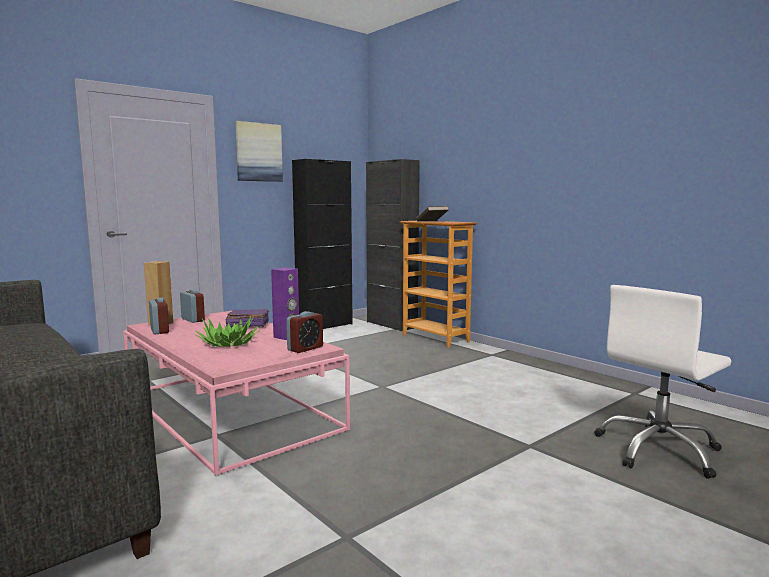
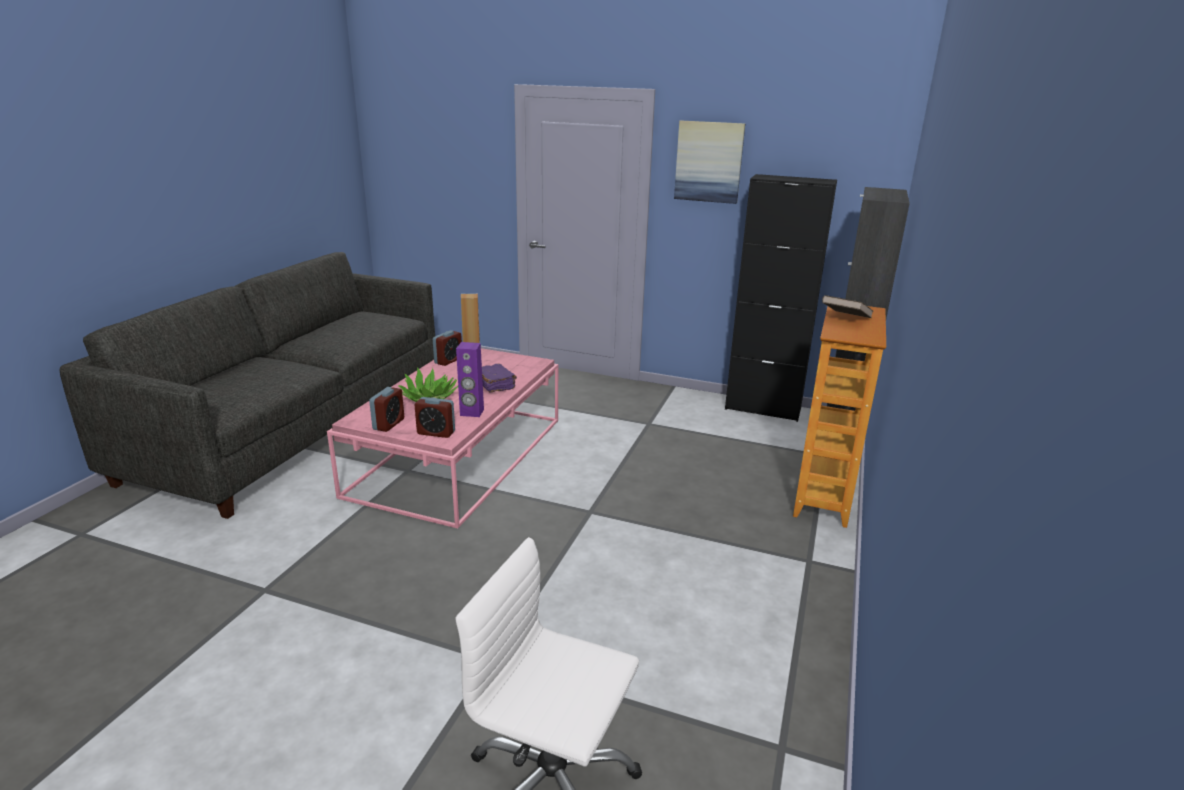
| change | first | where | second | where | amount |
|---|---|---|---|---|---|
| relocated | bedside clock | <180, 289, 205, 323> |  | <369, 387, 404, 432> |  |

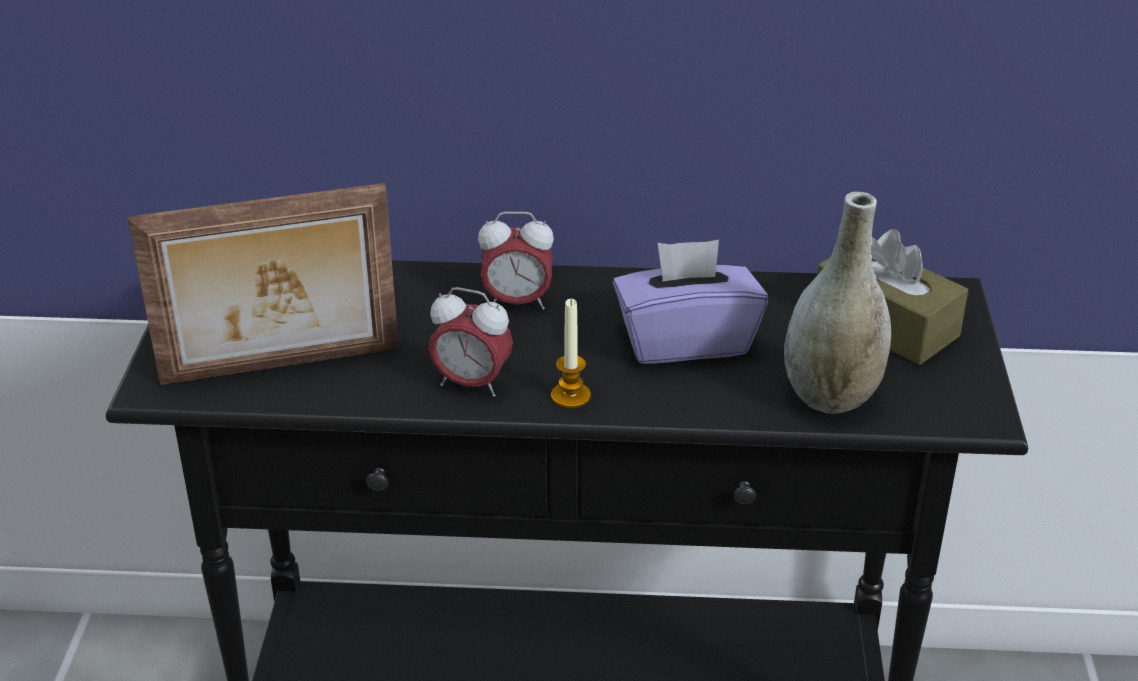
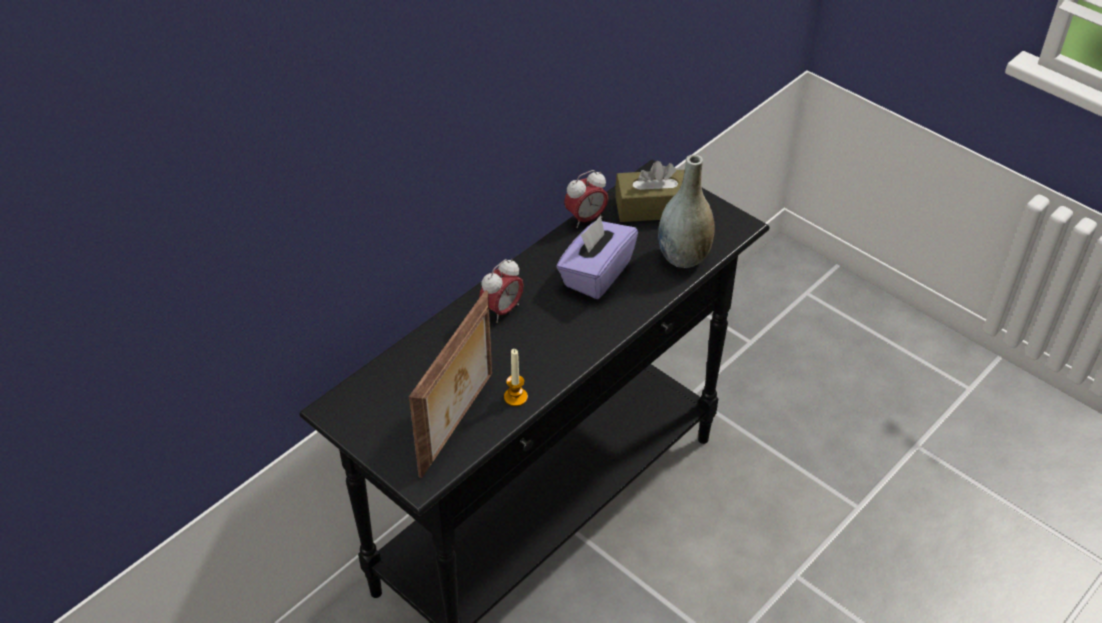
| change | first | where | second | where | amount |
|---|---|---|---|---|---|
| relocated | bedside clock | <428, 287, 513, 397> |  | <564, 170, 608, 228> |  |
| relocated | wax candle | <551, 299, 591, 408> |  | <504, 349, 528, 406> |  |

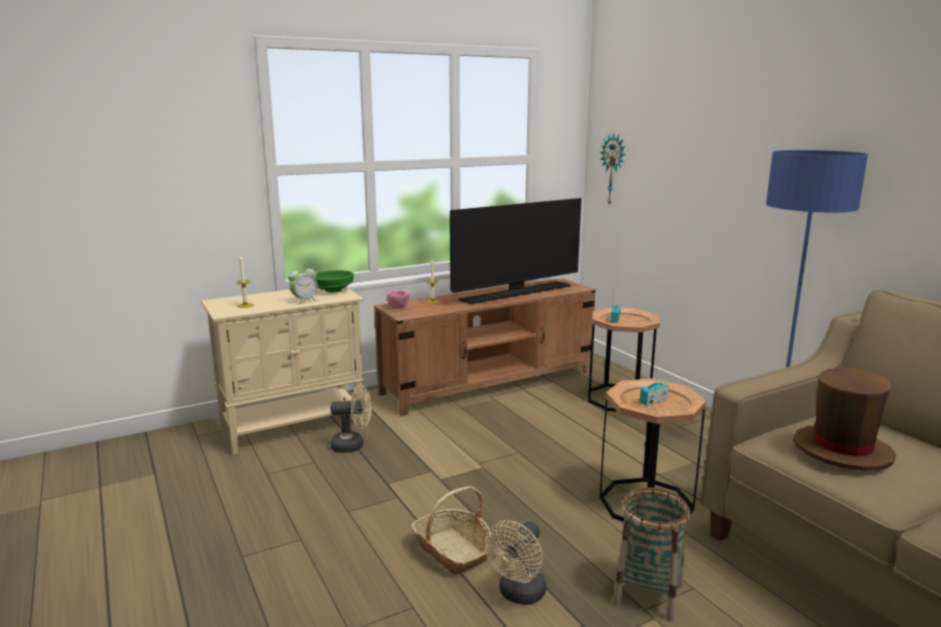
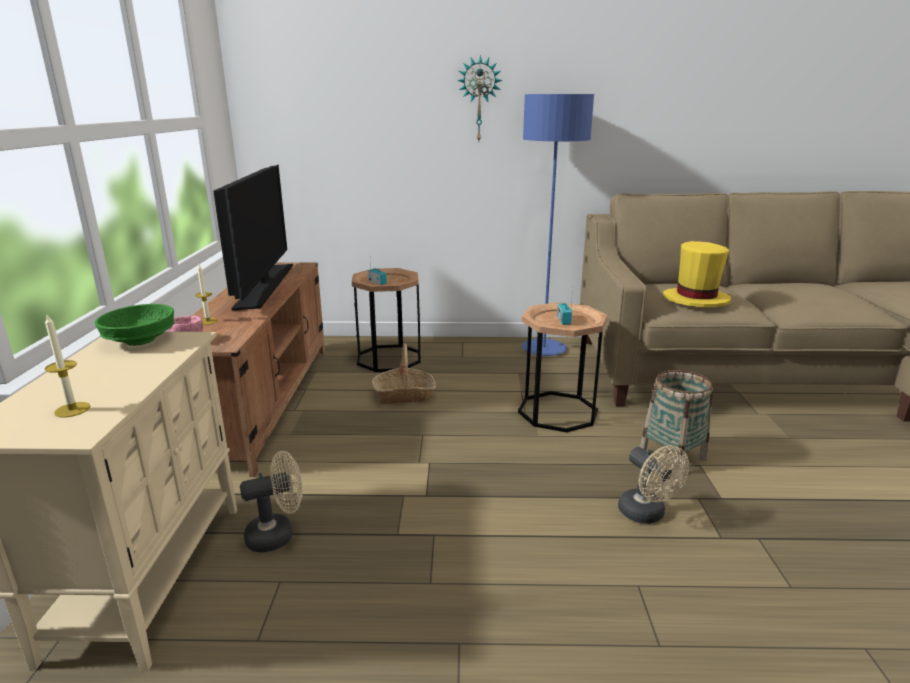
| change | first | where | second | where | amount |
|---|---|---|---|---|---|
| missing | bedside clock | <288, 265, 319, 305> |  |  |  |
| spun | cooling fan (sand-coloured) | <330, 385, 372, 453> |  | <240, 451, 303, 553> | 45 degrees clockwise |
| relocated | basket | <411, 486, 492, 574> |  | <372, 343, 436, 404> |  |
| relocated | wall clock | <599, 133, 626, 206> |  | <457, 55, 503, 141> |  |
| colour | wearable hat (brown) | <793, 367, 896, 471> | wearable hat (yellow-coloured) | <663, 241, 731, 307> |  |

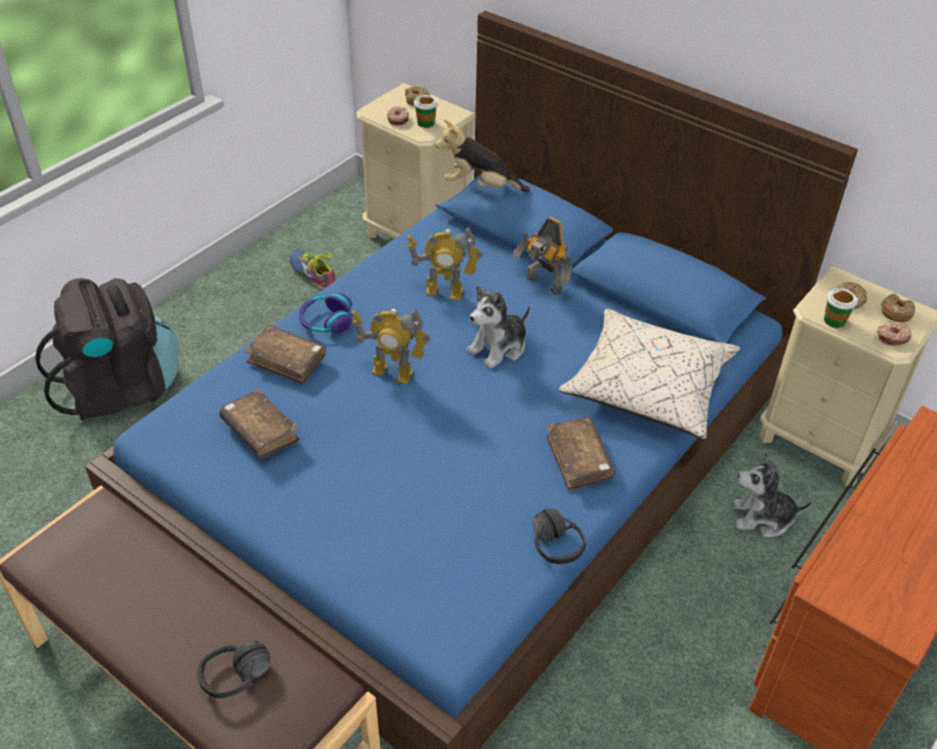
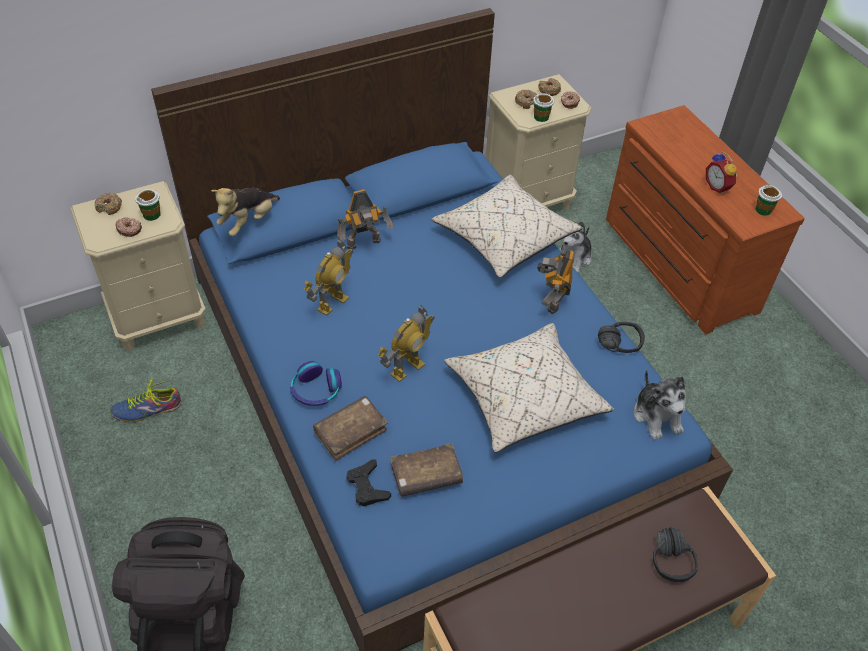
| change | first | where | second | where | amount |
|---|---|---|---|---|---|
| relocated | plush toy | <467, 285, 530, 369> |  | <634, 370, 686, 440> |  |
| exchanged | book (brown) | <546, 417, 616, 491> | model robot | <537, 250, 574, 314> |  |
| appeared |  |  | gamepad (blackish) | <346, 459, 391, 507> |  |
| appeared |  |  | throw pillow (sand-coloured) | <444, 323, 614, 452> |  |
| appeared |  |  | bedside clock | <706, 151, 737, 194> |  |
| appeared |  |  | small cup | <755, 184, 782, 216> |  |

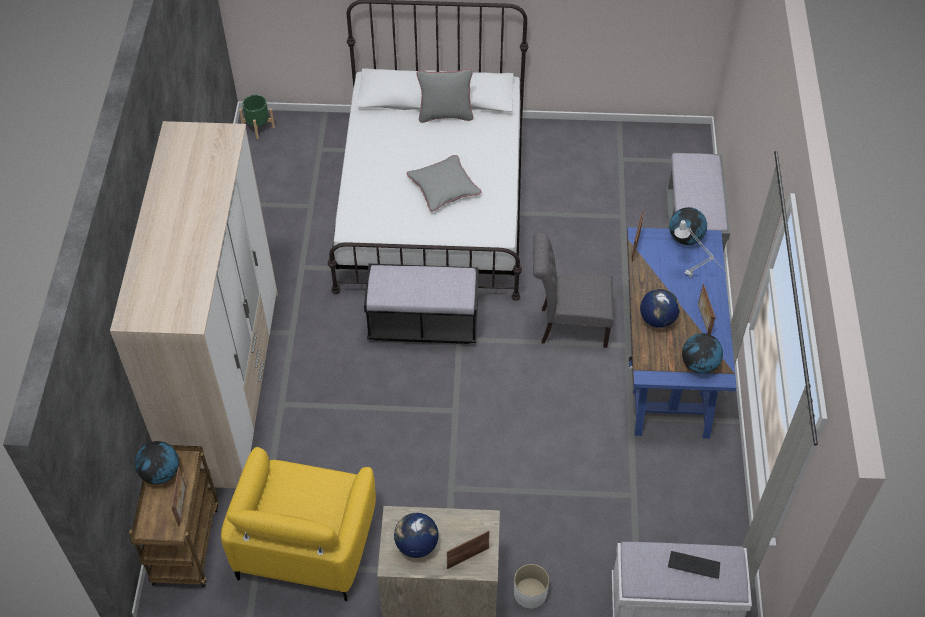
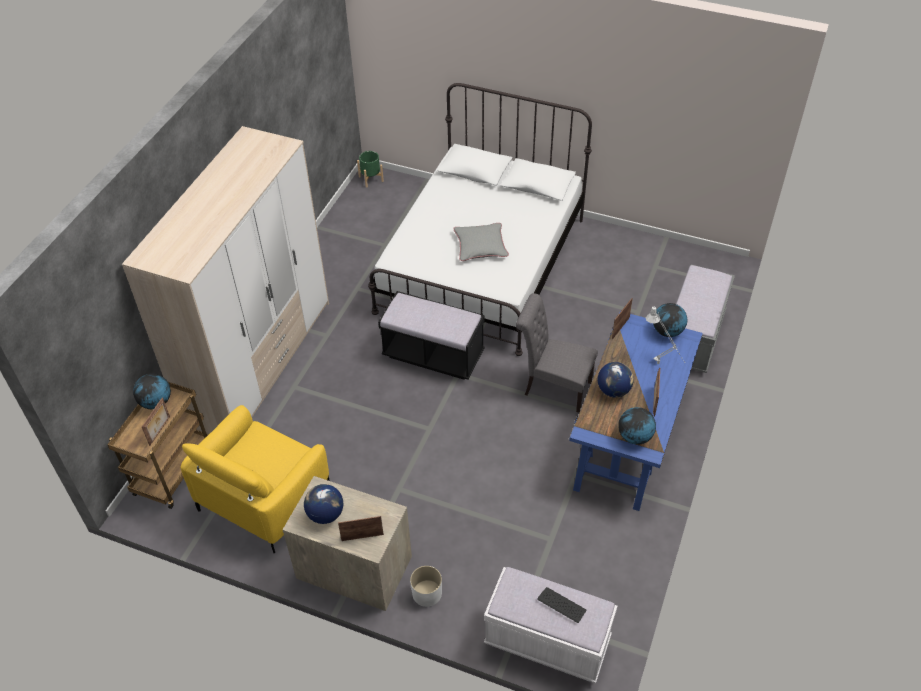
| change | first | where | second | where | amount |
|---|---|---|---|---|---|
| missing | throw pillow (grey) | <417, 69, 473, 123> |  |  |  |

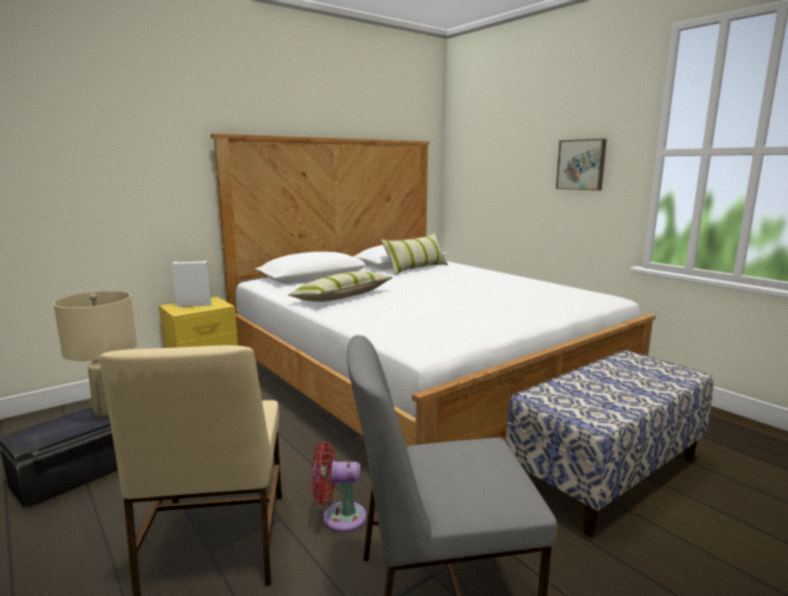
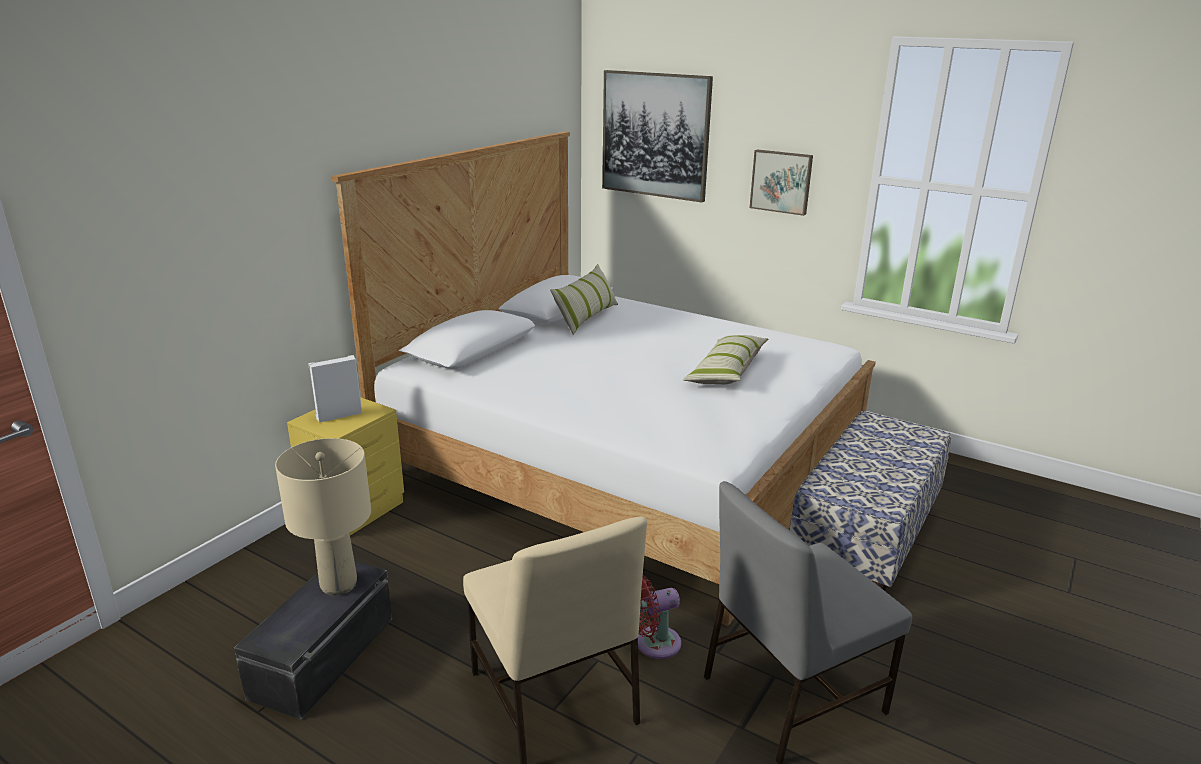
| change | first | where | second | where | amount |
|---|---|---|---|---|---|
| relocated | throw pillow | <288, 271, 392, 302> |  | <683, 335, 768, 384> |  |
| appeared |  |  | wall art | <602, 70, 713, 202> |  |

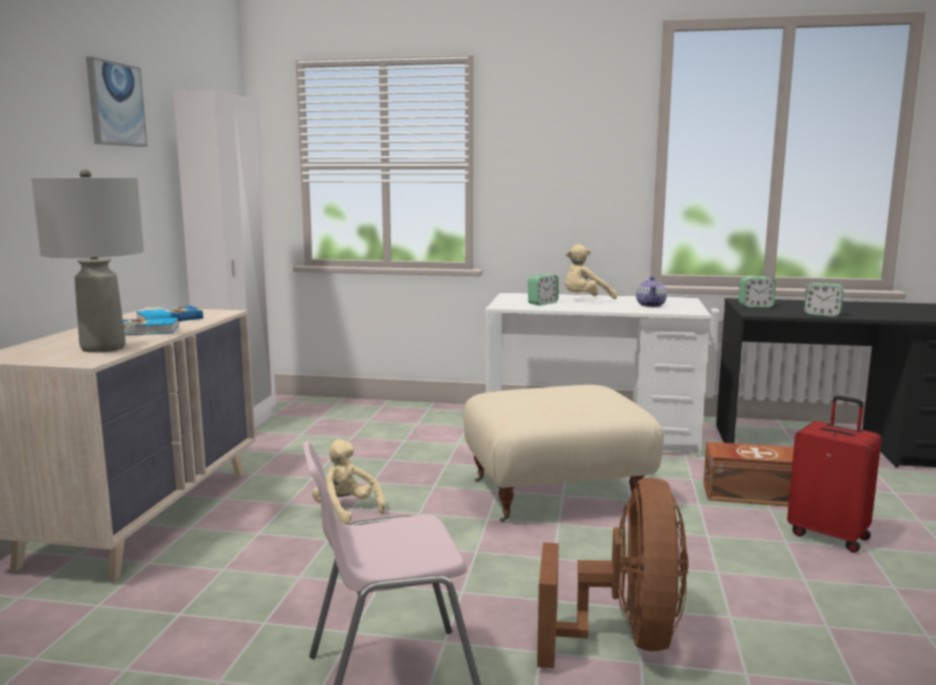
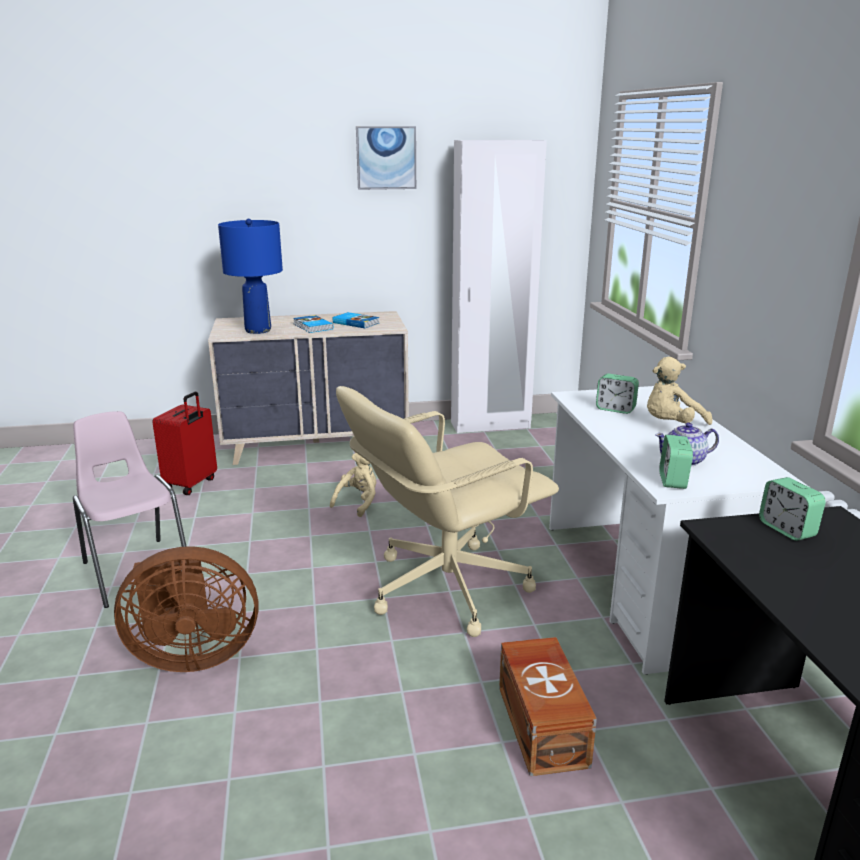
| change | first | where | second | where | amount |
|---|---|---|---|---|---|
| colour | table lamp (grey) | <31, 169, 144, 353> | table lamp (blue) | <218, 219, 283, 334> |  |
| exchanged | ottoman (sand-coloured) | <463, 385, 664, 522> | office chair (sand-coloured) | <336, 386, 559, 637> |  |
| spun | plush toy (sand-coloured) | <565, 244, 617, 299> |  | <647, 357, 712, 425> | 75 degrees counterclockwise |
| relocated | piece of luggage (red-coloured) | <787, 395, 882, 553> |  | <152, 392, 217, 495> |  |
| relocated | bedside clock | <804, 283, 844, 316> |  | <659, 435, 693, 489> |  |

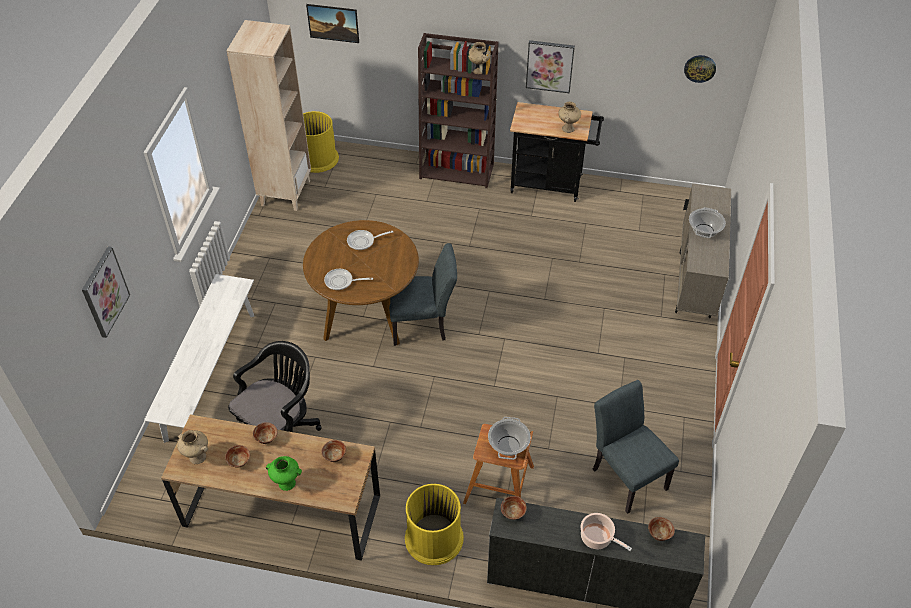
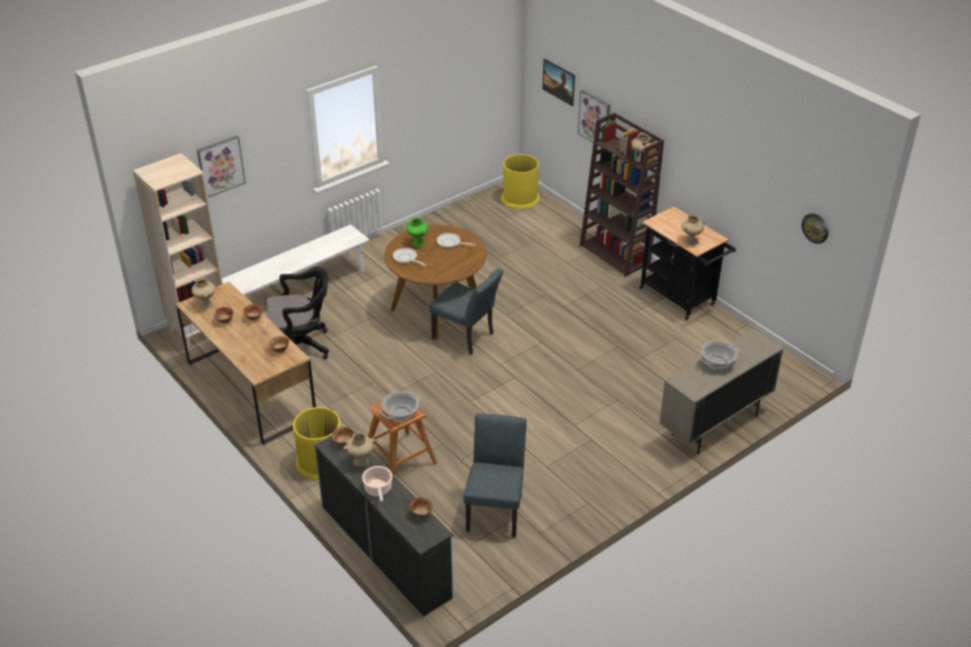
| change | first | where | second | where | amount |
|---|---|---|---|---|---|
| relocated | bookcase (sand-coloured) | <227, 20, 311, 211> |  | <133, 153, 223, 349> |  |
| relocated | decorative vase (green) | <266, 456, 302, 491> |  | <406, 217, 428, 247> |  |
| relocated | wall art | <526, 40, 575, 93> |  | <578, 90, 610, 148> |  |
| appeared |  |  | decorative vase (sand-coloured) | <343, 432, 376, 467> |  |

